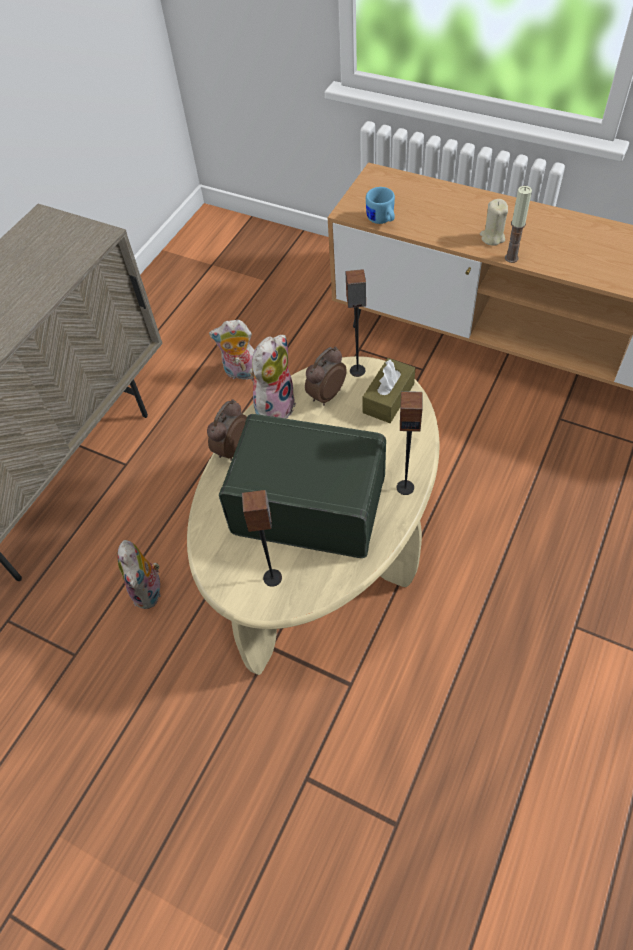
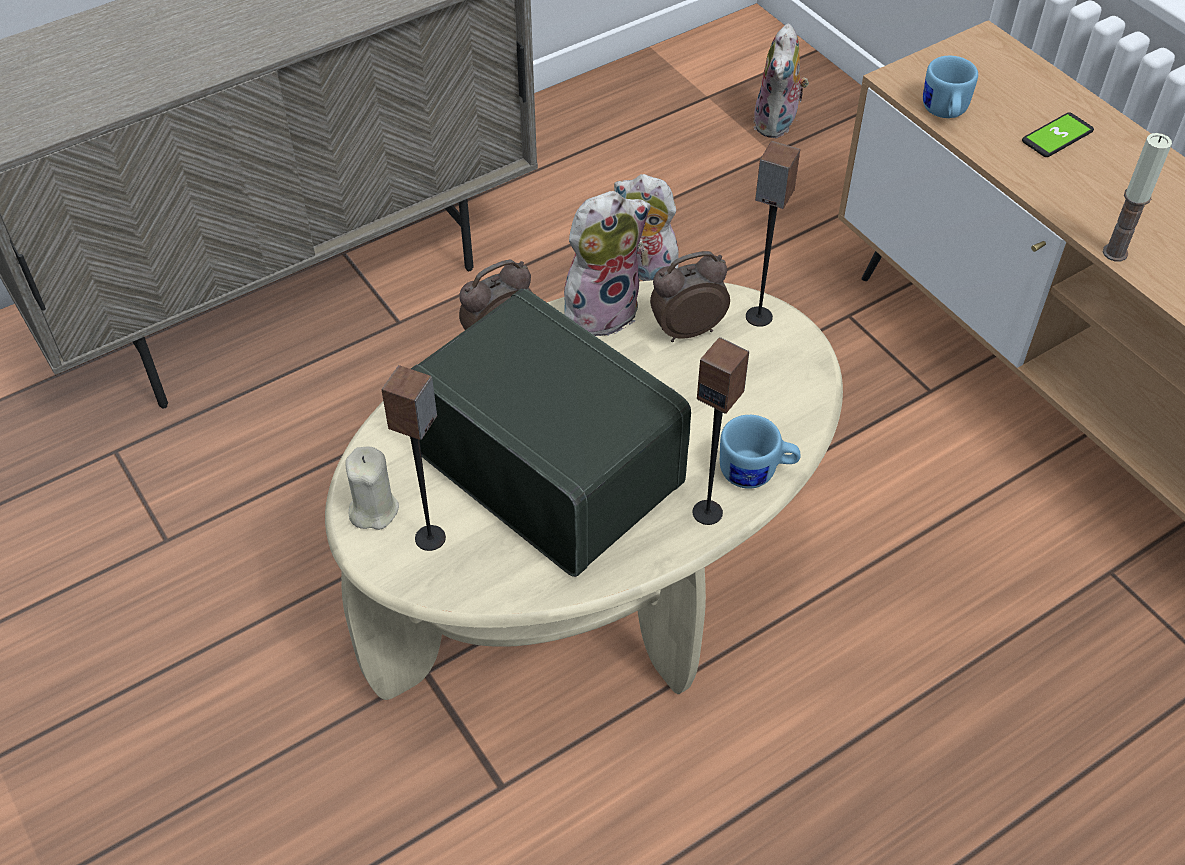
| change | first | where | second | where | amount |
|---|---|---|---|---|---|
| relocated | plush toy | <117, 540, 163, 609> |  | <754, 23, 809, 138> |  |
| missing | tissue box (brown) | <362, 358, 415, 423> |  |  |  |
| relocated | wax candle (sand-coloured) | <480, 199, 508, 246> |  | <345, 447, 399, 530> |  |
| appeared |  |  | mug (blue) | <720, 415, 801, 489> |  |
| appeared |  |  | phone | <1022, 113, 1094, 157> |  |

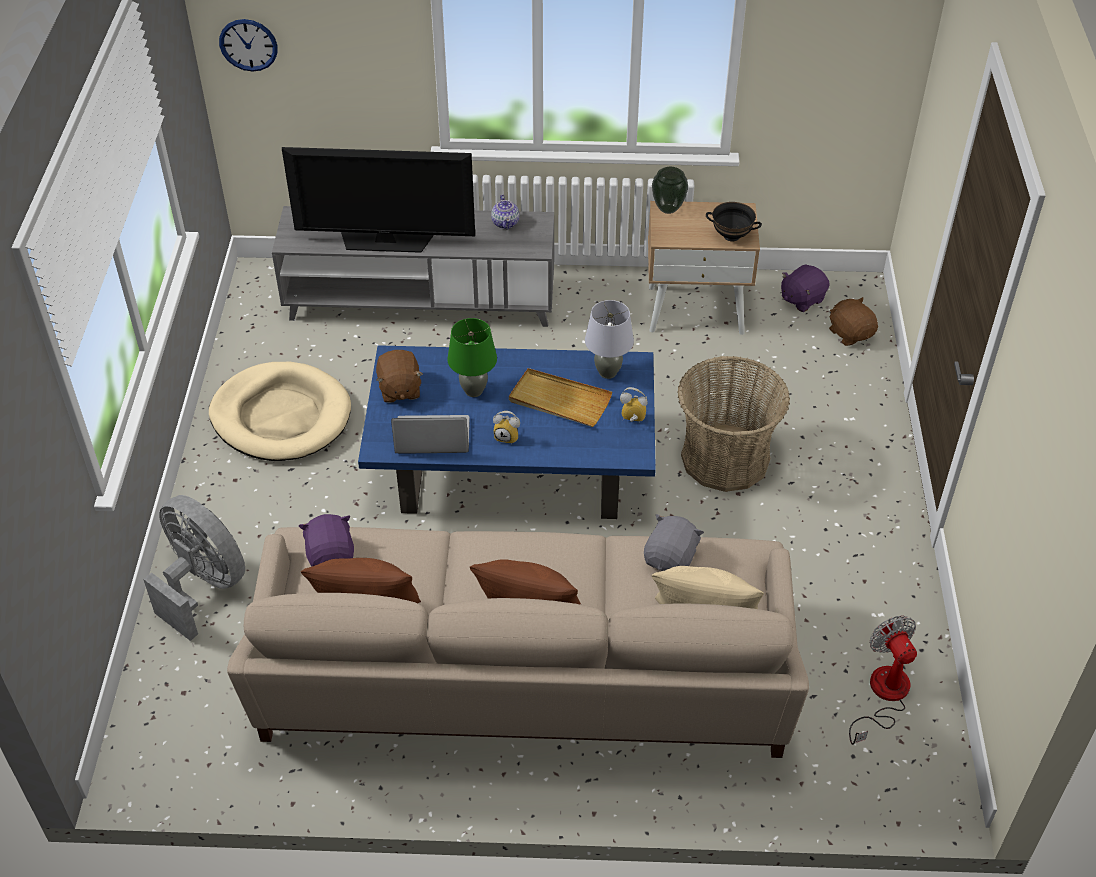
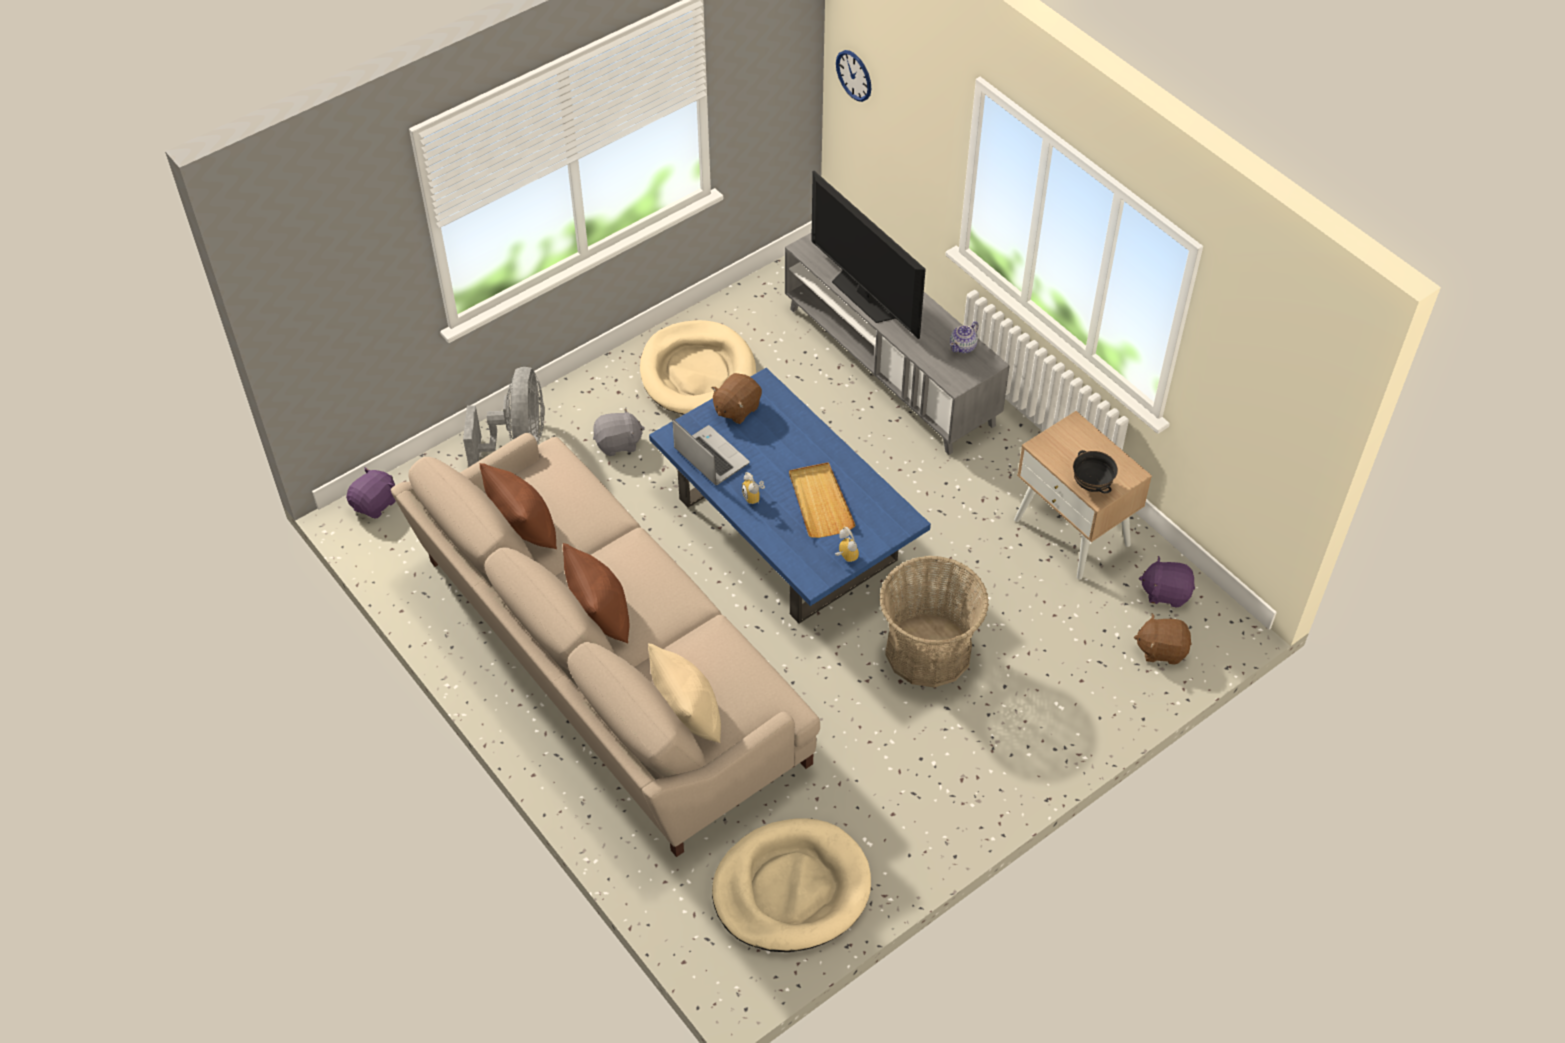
| change | first | where | second | where | amount |
|---|---|---|---|---|---|
| relocated | plush toy (purple-coloured) | <299, 514, 354, 567> |  | <346, 467, 396, 519> |  |
| missing | table lamp (green) | <447, 318, 497, 397> |  |  |  |
| missing | table lamp (grey) | <585, 300, 634, 379> |  |  |  |
| relocated | plush toy (grey) | <644, 514, 704, 571> |  | <593, 408, 645, 456> |  |
| missing | decorative vase | <652, 167, 688, 214> |  |  |  |
| spun | plush toy (brown) | <829, 297, 878, 346> |  | <1134, 613, 1192, 665> | 105 degrees counterclockwise |
| exchanged | cooling fan | <849, 616, 917, 745> | pet bed (sand-coloured) | <712, 818, 871, 952> |  |

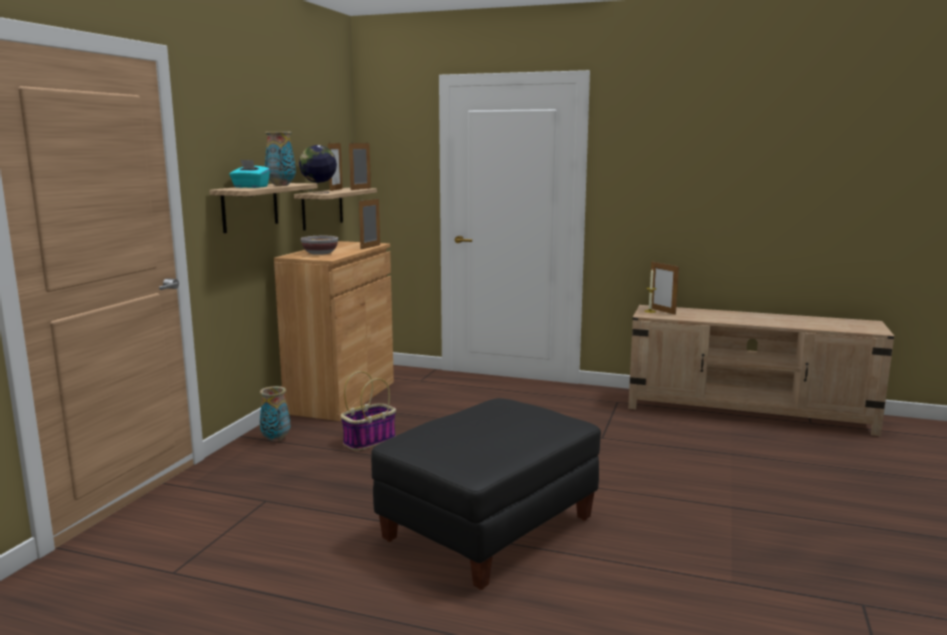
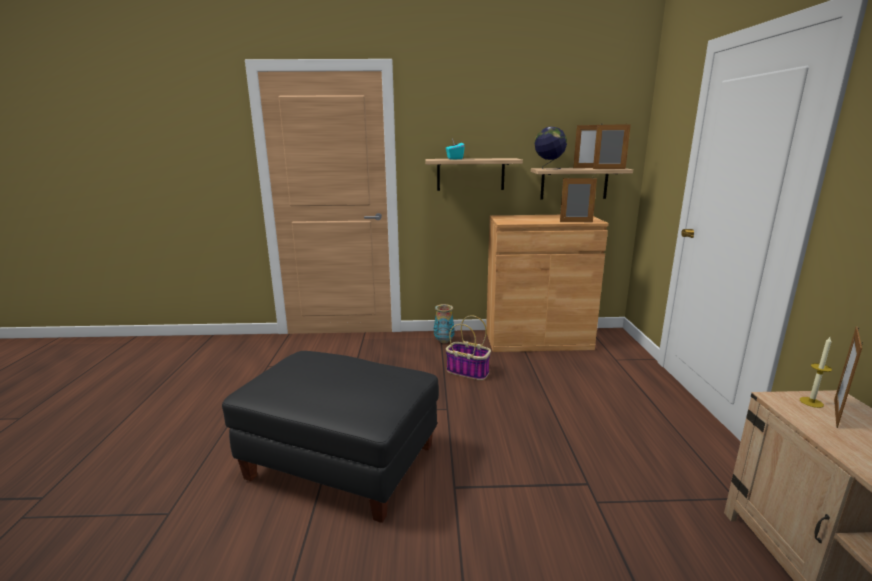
| change | first | where | second | where | amount |
|---|---|---|---|---|---|
| missing | decorative vase | <265, 131, 296, 186> |  |  |  |
| missing | deep dish | <301, 236, 338, 255> |  |  |  |

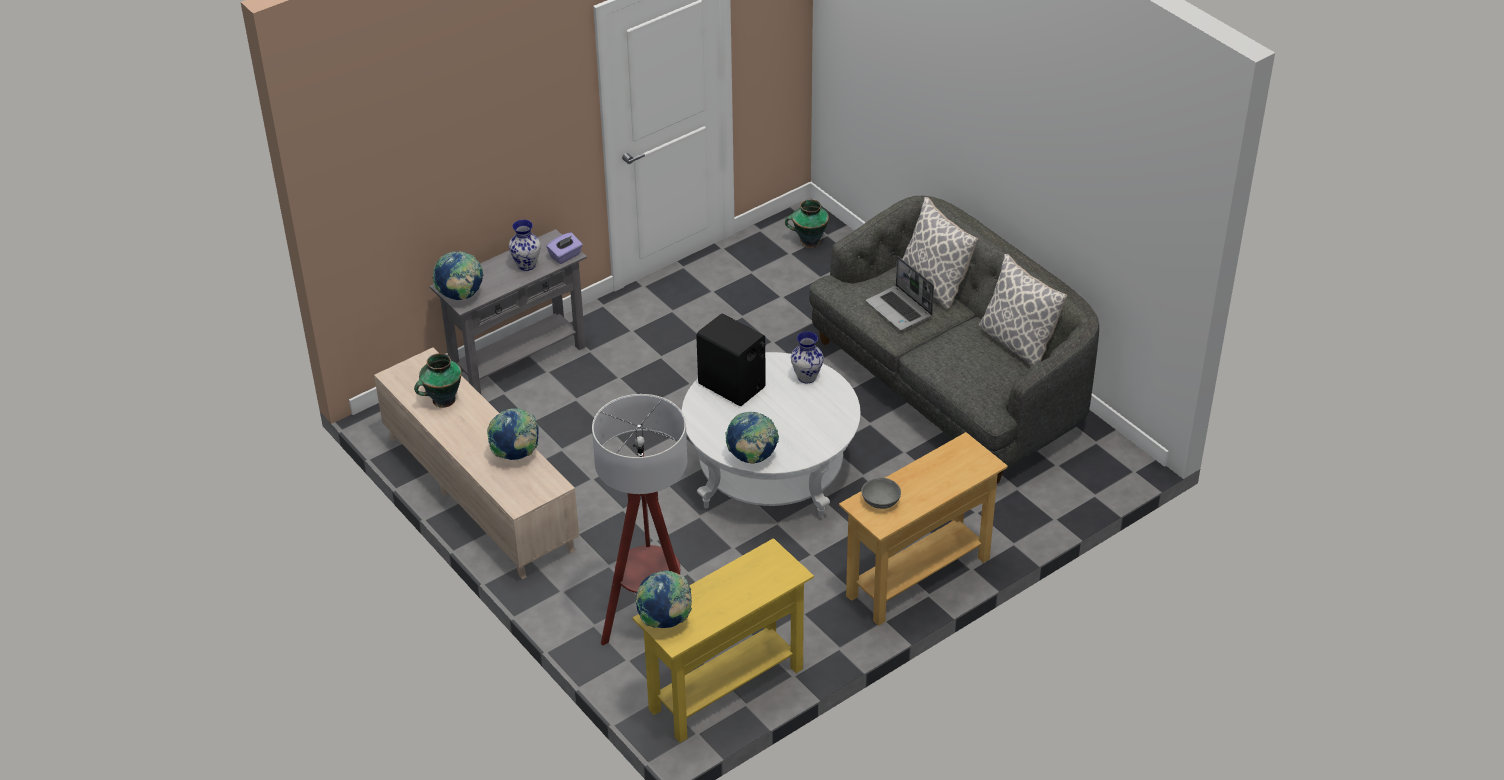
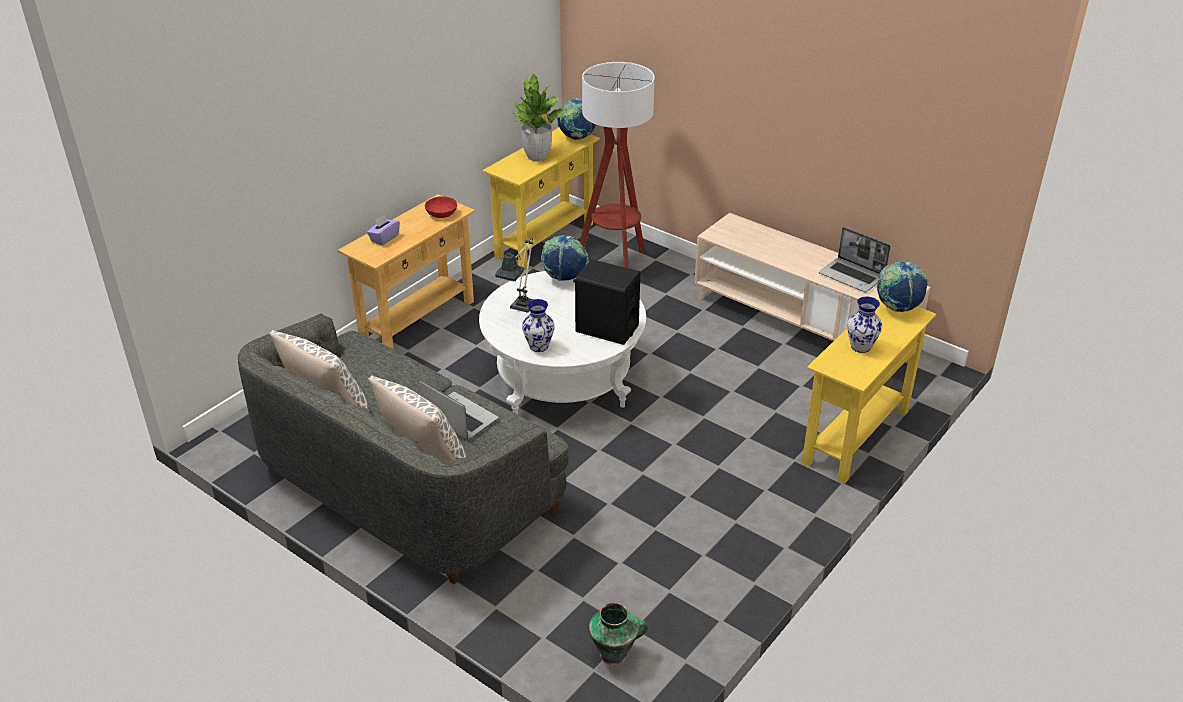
| change | first | where | second | where | amount |
|---|---|---|---|---|---|
| exchanged | decorative vase | <414, 353, 462, 408> | laptop | <819, 227, 891, 292> |  |
| colour | narrow table (grey) | <430, 229, 587, 394> | narrow table (yellow-coloured) | <802, 298, 936, 484> |  |
| missing | world globe | <487, 408, 539, 460> |  |  |  |
| relocated | tissue box (purple-coloured) | <547, 232, 583, 264> |  | <367, 215, 400, 245> |  |
| colour | deep dish (grey) | <861, 478, 901, 509> | deep dish (red-coloured) | <425, 196, 457, 218> |  |
| appeared |  |  | table lamp | <495, 239, 534, 313> |  |
| appeared |  |  | potted plant | <512, 74, 567, 161> |  |

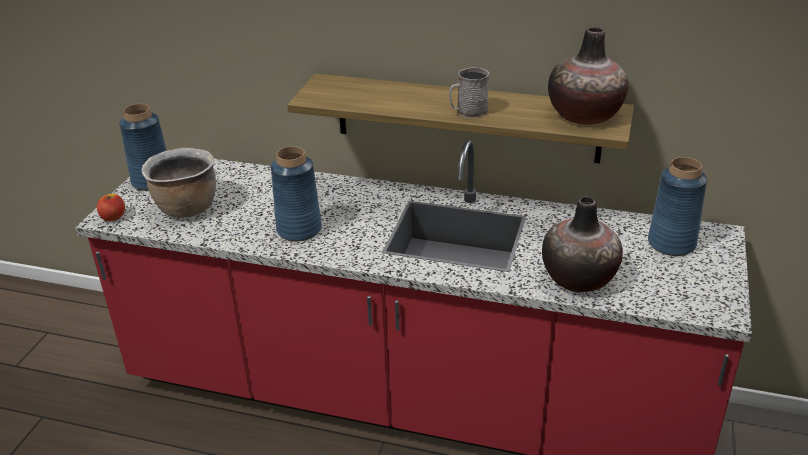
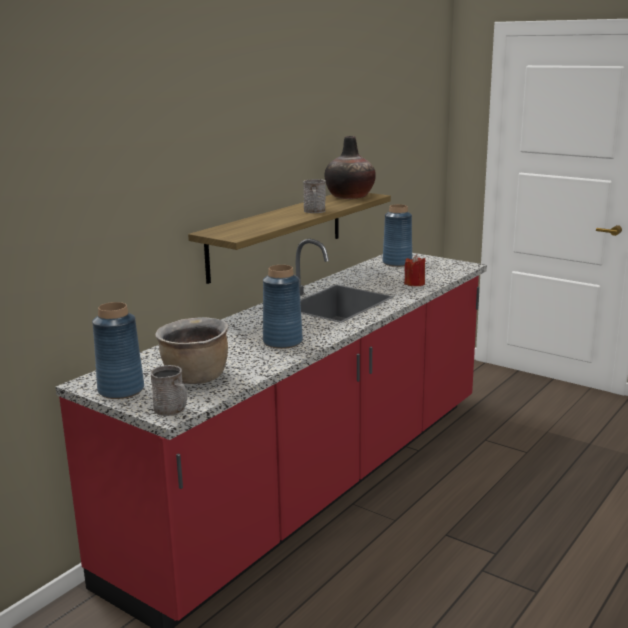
| change | first | where | second | where | amount |
|---|---|---|---|---|---|
| exchanged | apple | <97, 194, 125, 221> | mug (grey) | <151, 365, 187, 416> |  |
| exchanged | decorative vase | <542, 197, 623, 292> | wax candle (red-coloured) | <404, 255, 426, 286> |  |

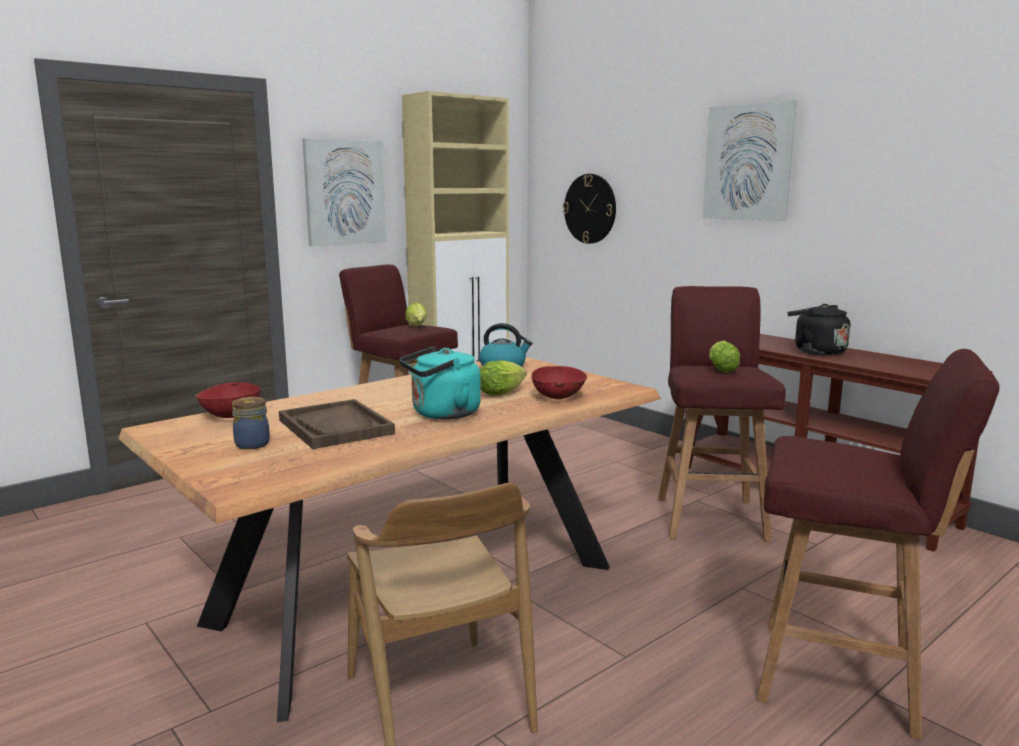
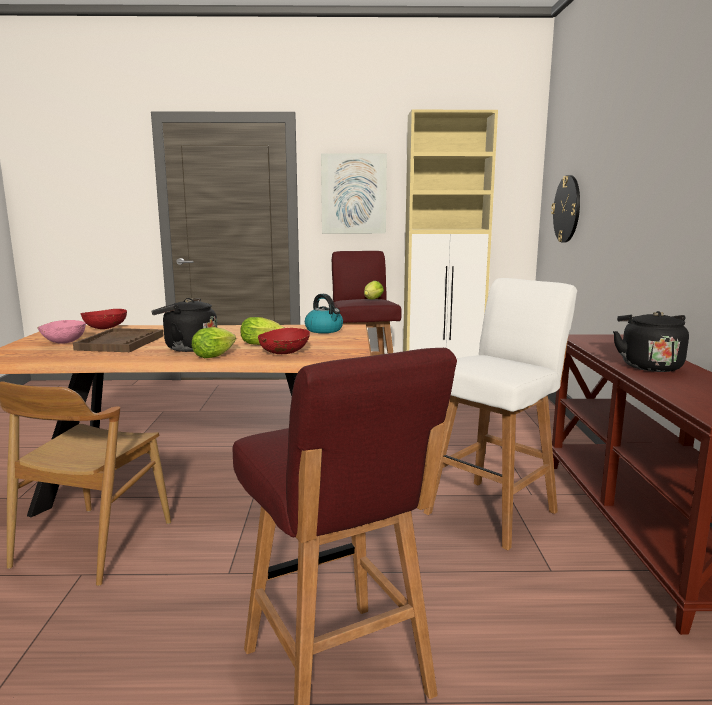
| change | first | where | second | where | amount |
|---|---|---|---|---|---|
| exchanged | jar | <232, 397, 270, 449> | deep dish (pink) | <38, 320, 86, 344> |  |
| colour | tea kettle (turquoise-coloured) | <400, 347, 481, 420> | tea kettle (blackish) | <152, 298, 217, 352> |  |
| colour | stool (red-coloured) | <658, 286, 786, 542> | stool (whitish) | <424, 278, 577, 550> |  |
| missing | wall art | <703, 100, 797, 221> |  |  |  |
| relocated | lettuce | <709, 340, 740, 373> |  | <192, 327, 236, 358> |  |

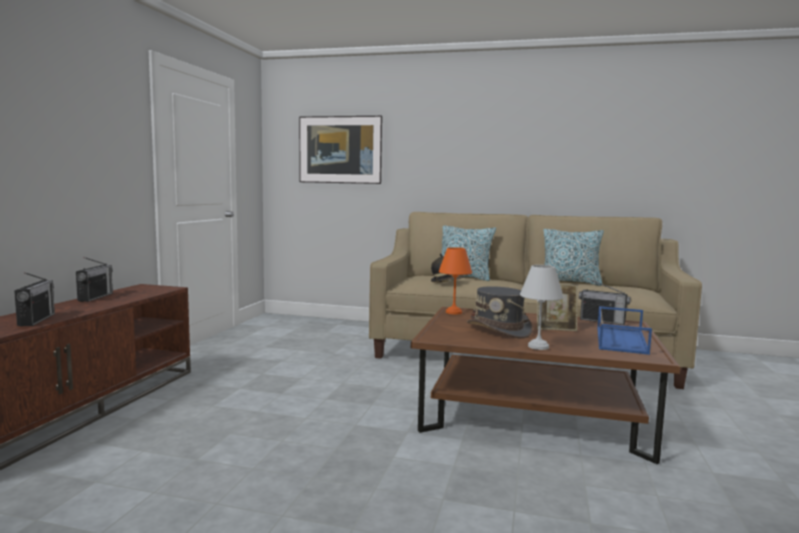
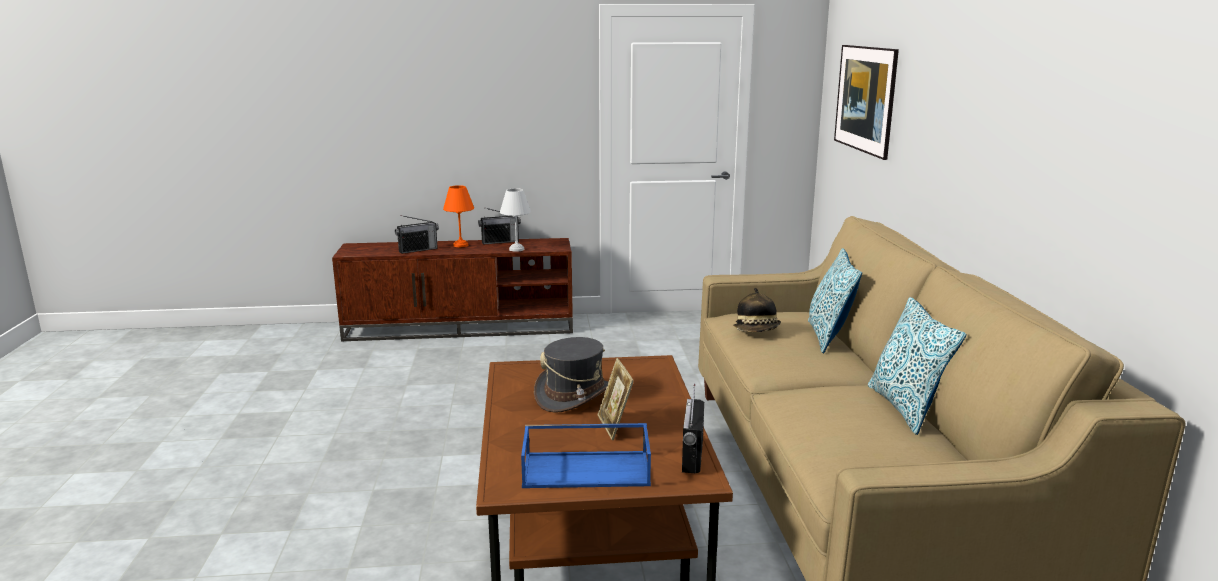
| change | first | where | second | where | amount |
|---|---|---|---|---|---|
| relocated | table lamp (orangey) | <439, 247, 472, 314> |  | <443, 185, 474, 247> |  |
| relocated | table lamp (whitish) | <520, 265, 564, 350> |  | <500, 188, 531, 252> |  |

